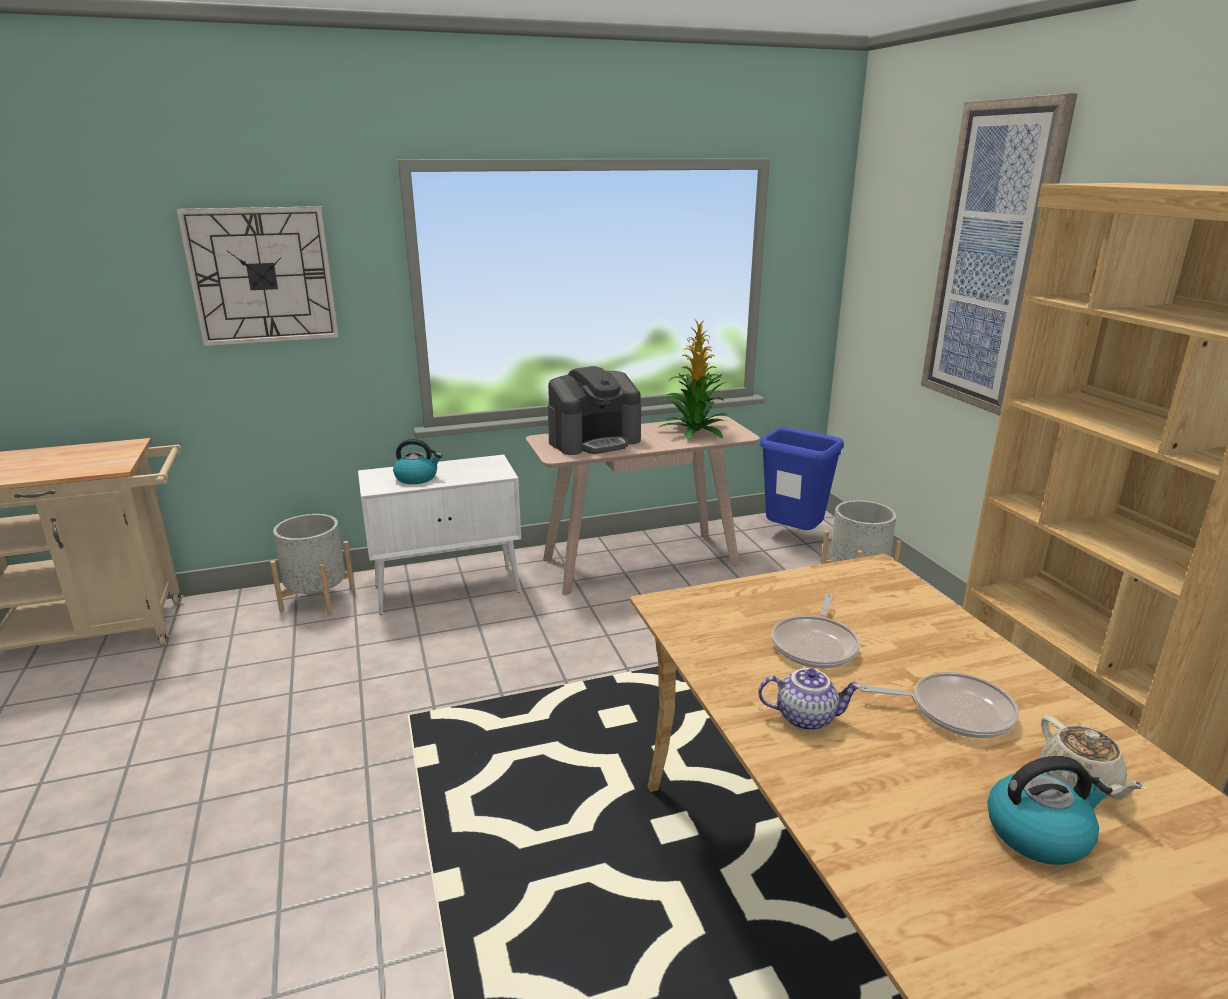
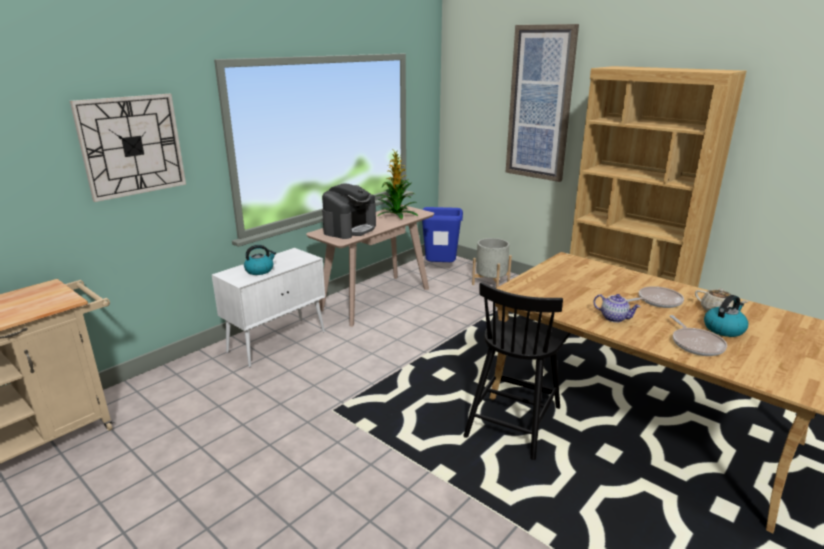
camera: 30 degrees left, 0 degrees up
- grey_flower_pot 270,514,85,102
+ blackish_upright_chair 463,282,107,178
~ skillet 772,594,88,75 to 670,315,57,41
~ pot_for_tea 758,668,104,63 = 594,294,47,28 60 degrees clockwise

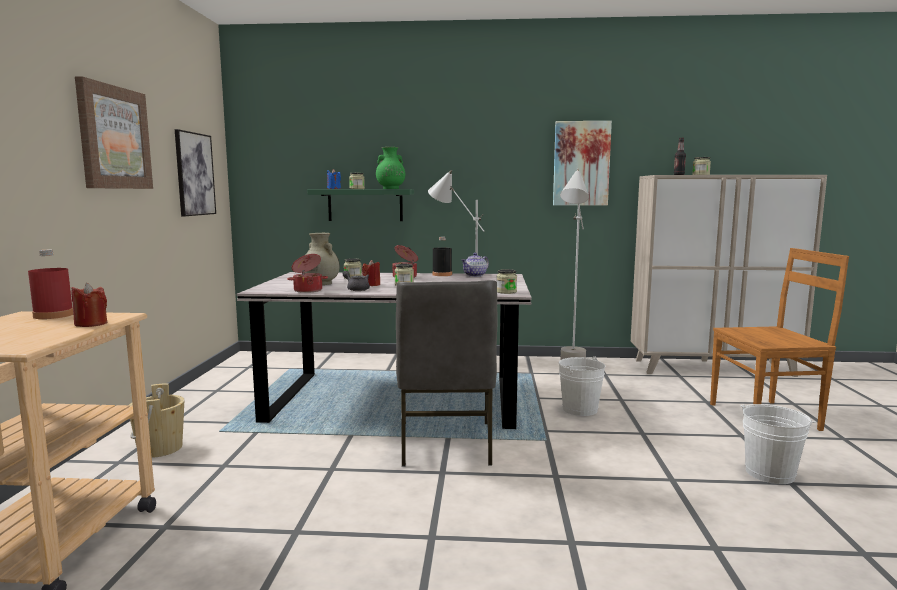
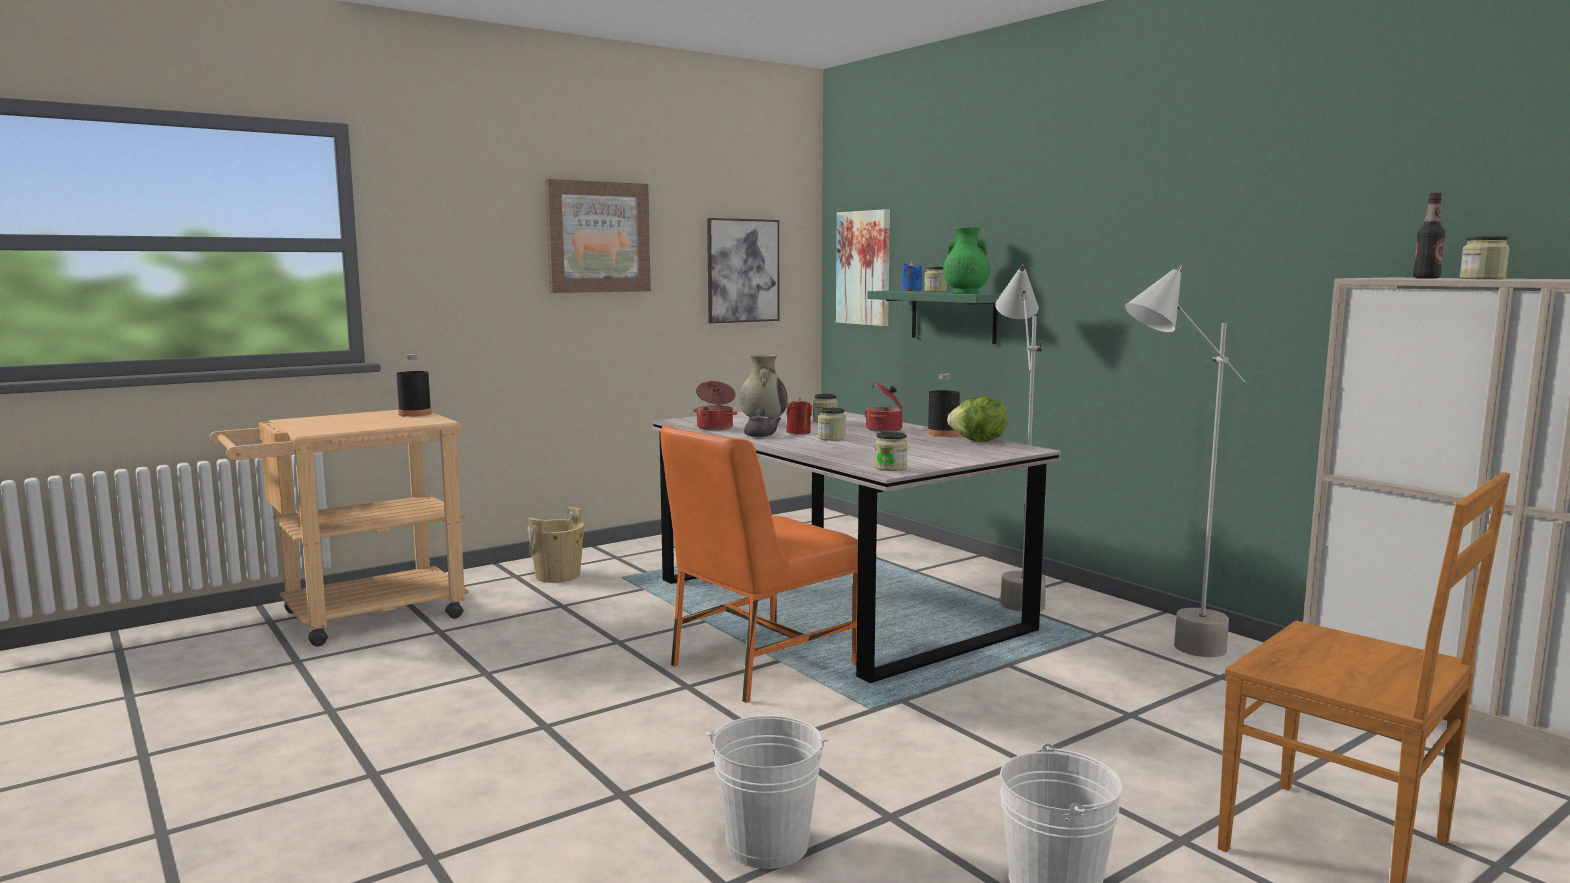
camera: 50 degrees right, 0 degrees up
- red_wax_candle 72,283,35,44
~ wall_picture 553,121,59,85 to 836,209,54,117
~ white-coloured_bucket 559,356,46,60 to 707,715,123,154
~ pot_for_tea 461,253,28,24 to lettuce 947,396,60,46
~ red_bottle 28,250,45,69 to blackish_bottle 396,354,36,63
~ grey_upright_chair 396,280,101,186 to orange-coloured_upright_chair 661,425,197,278

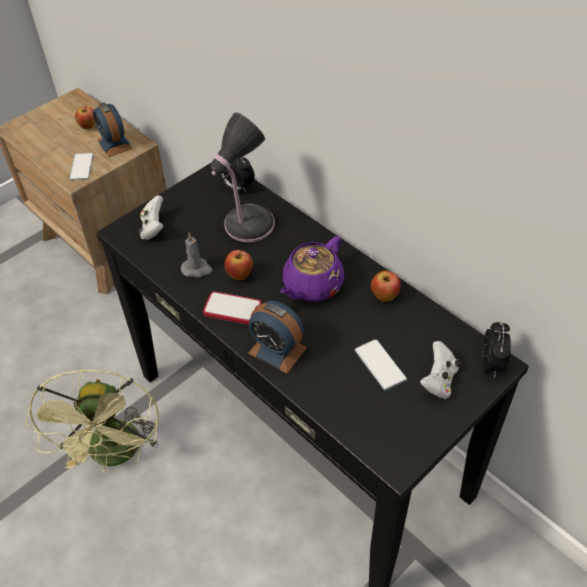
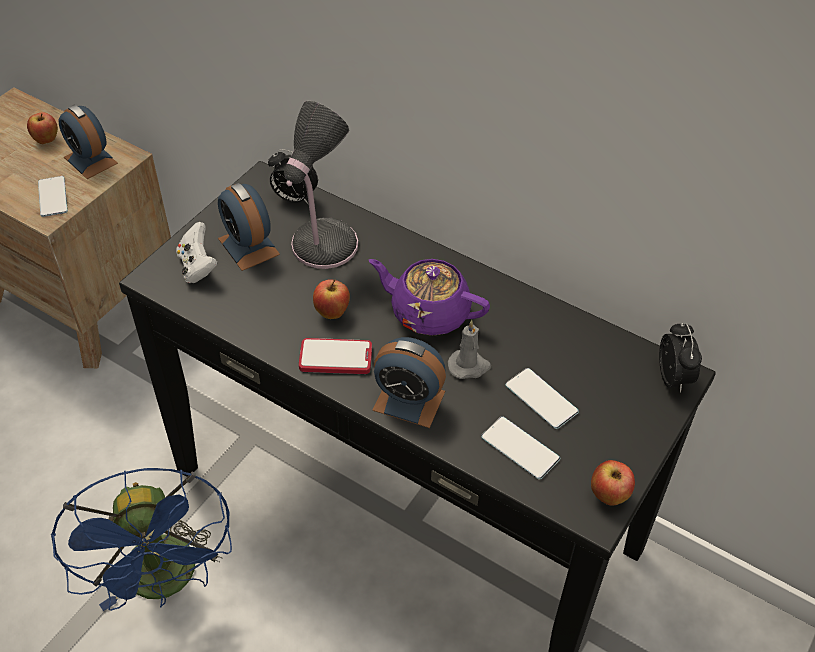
camera: 15 degrees left, 0 degrees up
- white-coloured_gamepad 420,341,41,58
+ bedside_clock 218,183,62,88
+ handset 481,416,79,64
~ grey_wax_candle 181,233,32,45 to 448,320,43,59
~ whole_apple 371,271,30,31 to 591,460,44,46
~ greenish_electric_fan 25,369,134,104 to blue-coloured_electric_fan 51,468,181,143
~ purple-coloured_pot_for_tea 280,236,64,65 = 369,259,121,77 90 degrees clockwise

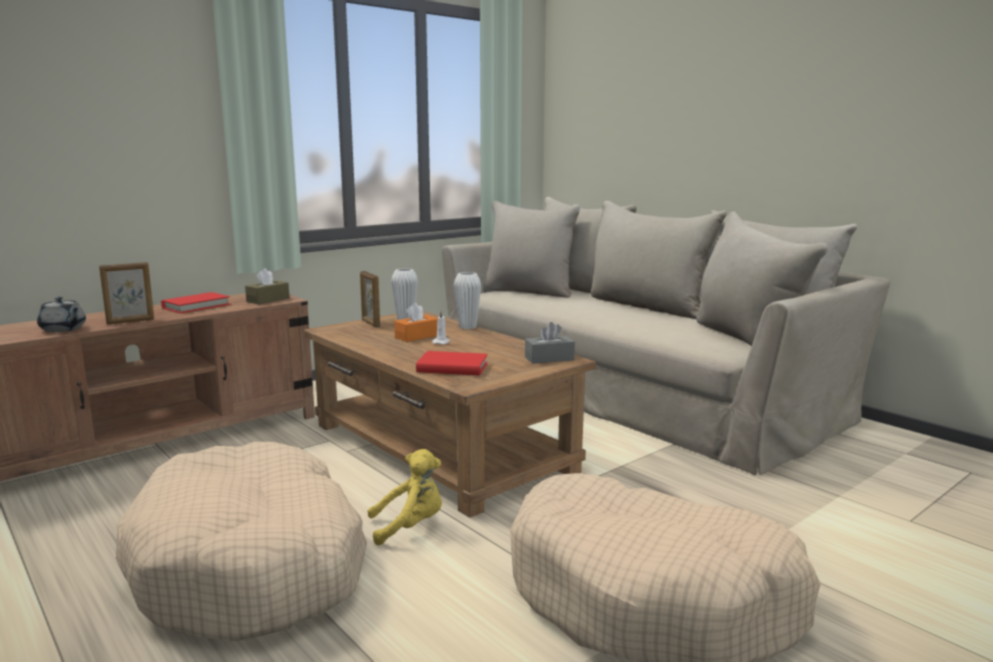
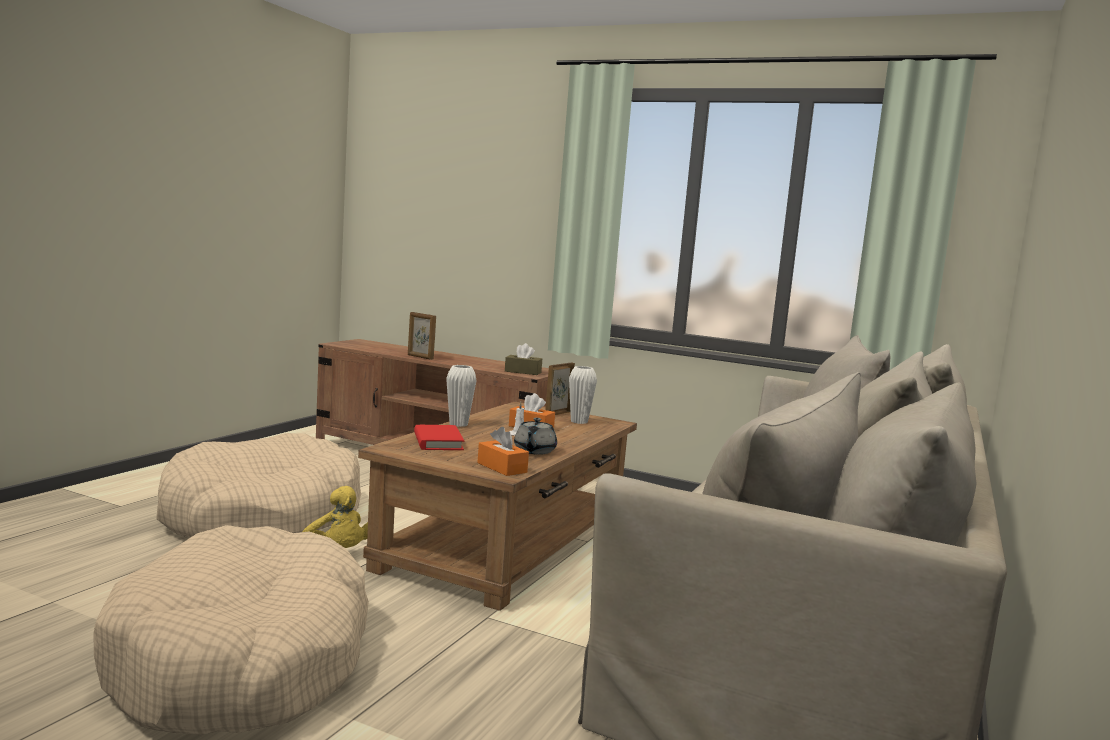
camera: 65 degrees right, 5 degrees down
- red_bound_book 161,292,69,22
~ grey_pot_for_tea 37,296,49,36 to 514,418,43,37
~ white-coloured_decorative_vase 454,272,27,57 to 446,365,31,62
~ grey_box_of_tissues 525,322,50,42 to orange-coloured_box_of_tissues 477,427,52,49

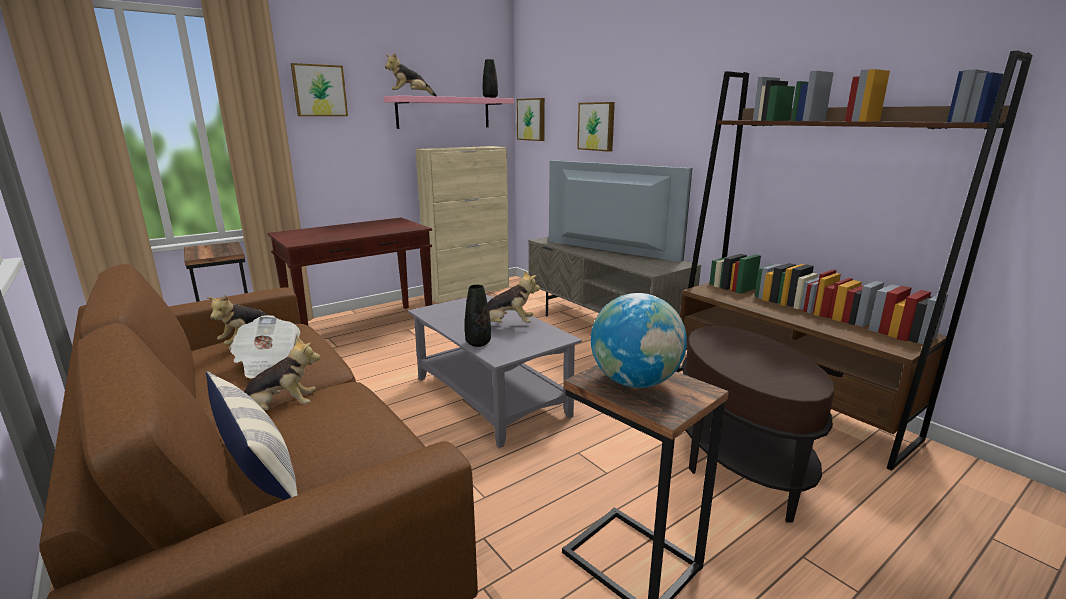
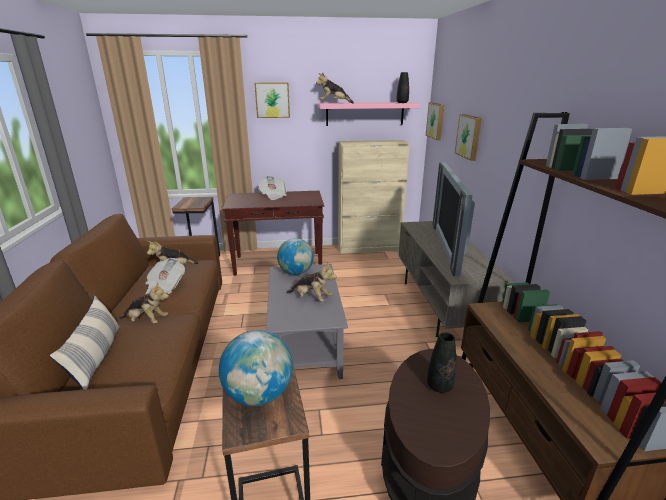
camera: 30 degrees right, 5 degrees up
+ daily_paper 258,176,29,24
+ globe 277,238,37,37
~ blackish_decorative_vase 465,285,26,62 to 427,332,29,61
~ TV_set 549,160,143,102 = 433,162,42,115 150 degrees counterclockwise

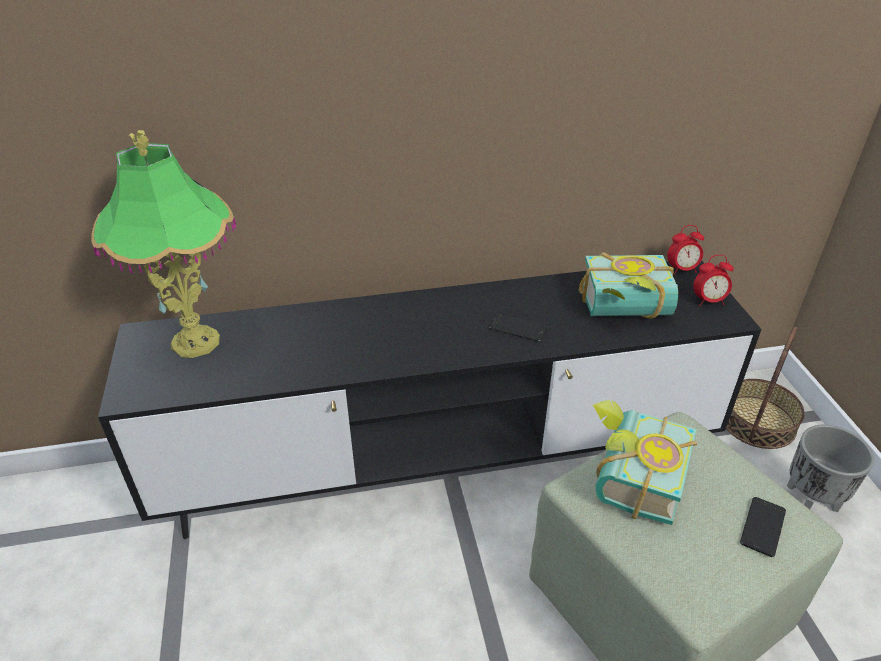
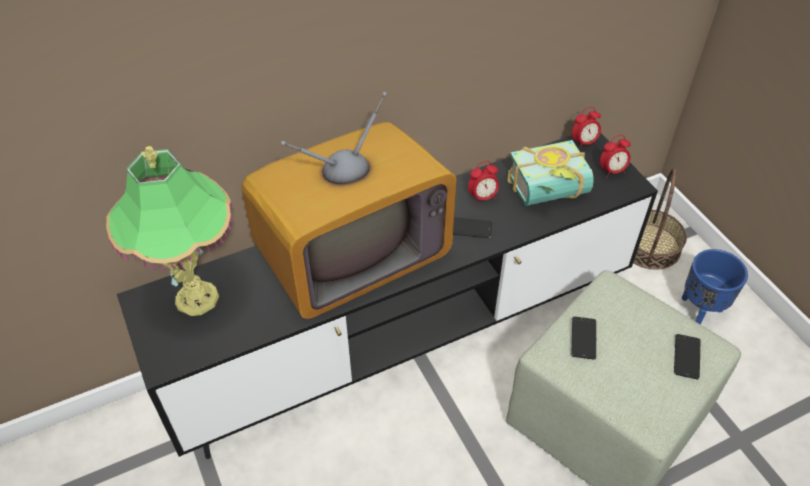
camera: 15 degrees left, 10 degrees up
+ TV_set 242,92,215,227
+ bedside_clock 468,161,31,44
~ bound_book 593,400,104,125 to handset 572,317,24,43
~ grey_flower_pot 787,425,87,87 to blue-coloured_flower_pot 681,249,67,75

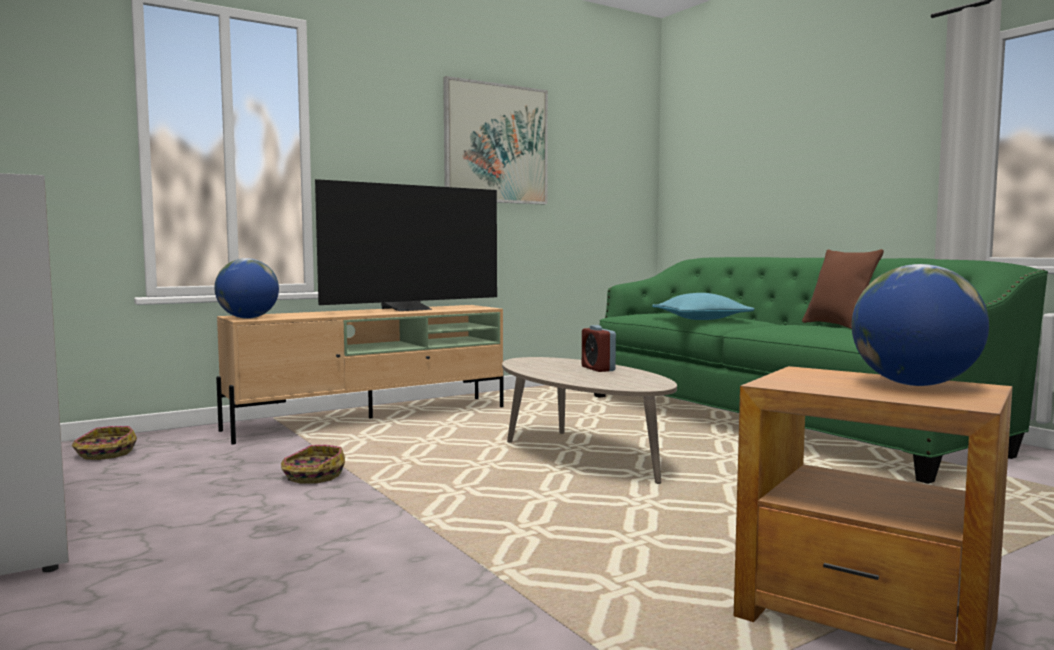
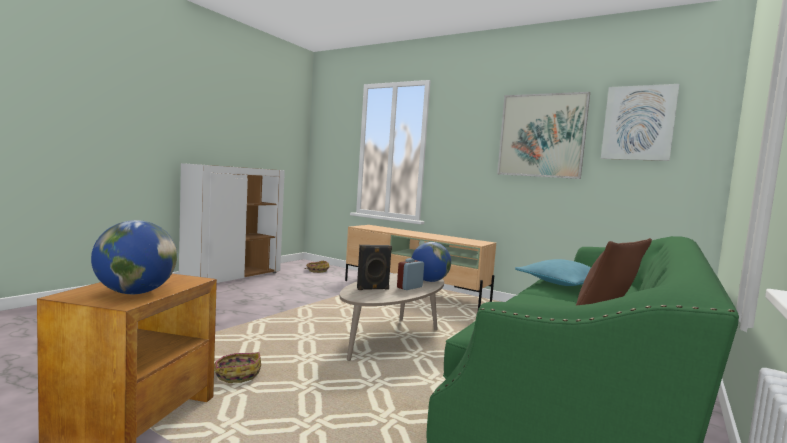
camera: 65 degrees right, 0 degrees up
- TV_set 315,179,182,132
+ blackish_loudspeaker 357,245,35,45
+ wall_picture 601,84,78,77
~ globe 215,258,64,61 to 412,242,39,40
~ basket 281,445,64,39 to 214,352,47,31

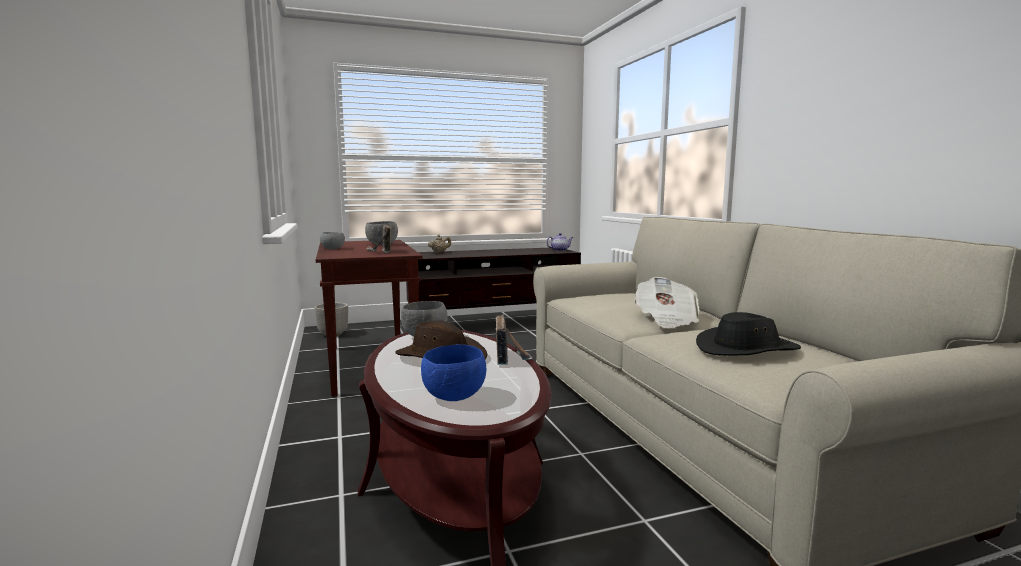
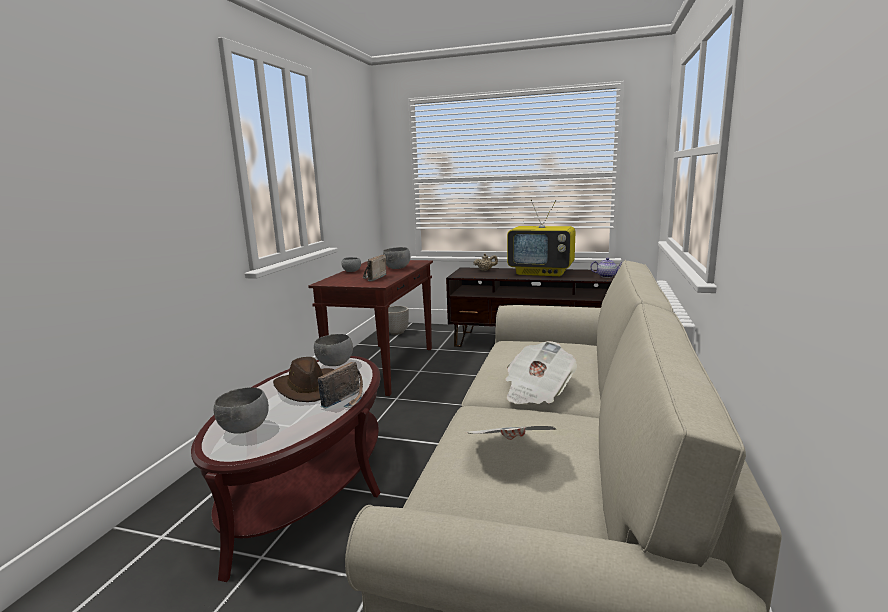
camera: 35 degrees right, 5 degrees up
+ TV_set 507,200,68,76
~ blackish_wearable_hat 696,312,105,43 to daily_paper 467,426,89,14
~ blue-coloured_deep_dish 421,345,65,56 to grey_deep_dish 213,387,56,47

